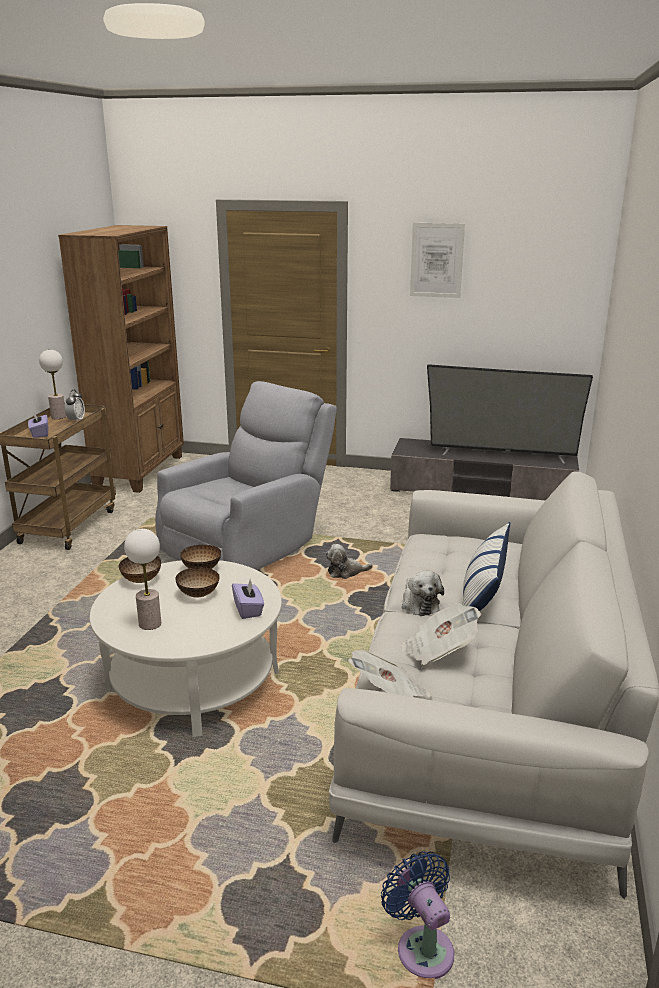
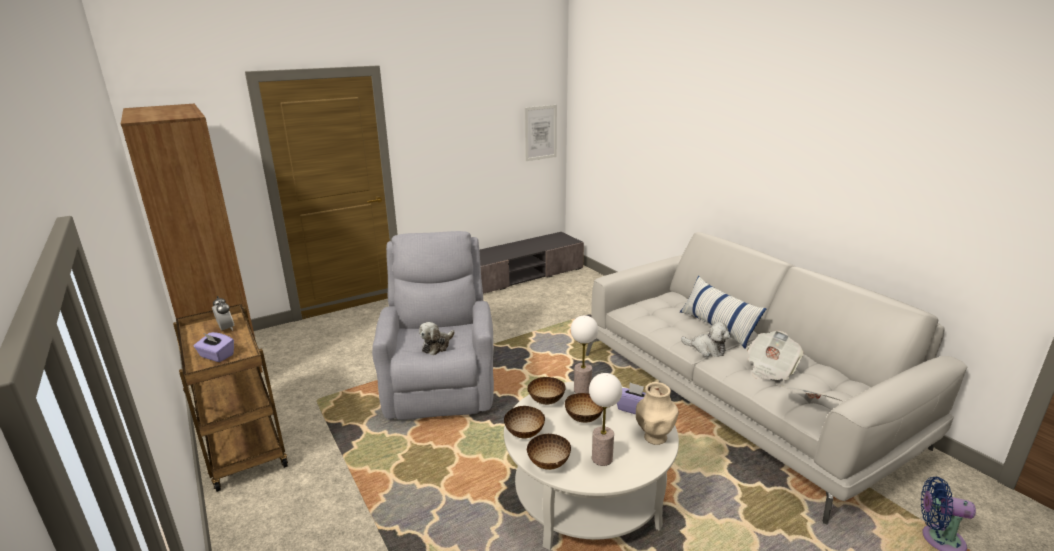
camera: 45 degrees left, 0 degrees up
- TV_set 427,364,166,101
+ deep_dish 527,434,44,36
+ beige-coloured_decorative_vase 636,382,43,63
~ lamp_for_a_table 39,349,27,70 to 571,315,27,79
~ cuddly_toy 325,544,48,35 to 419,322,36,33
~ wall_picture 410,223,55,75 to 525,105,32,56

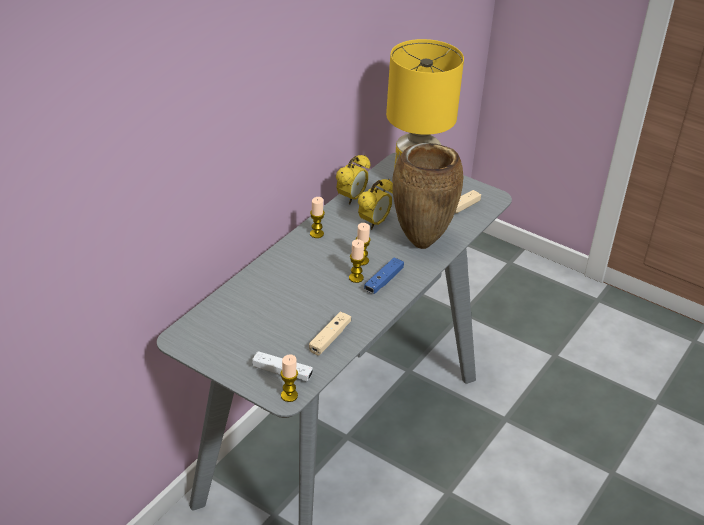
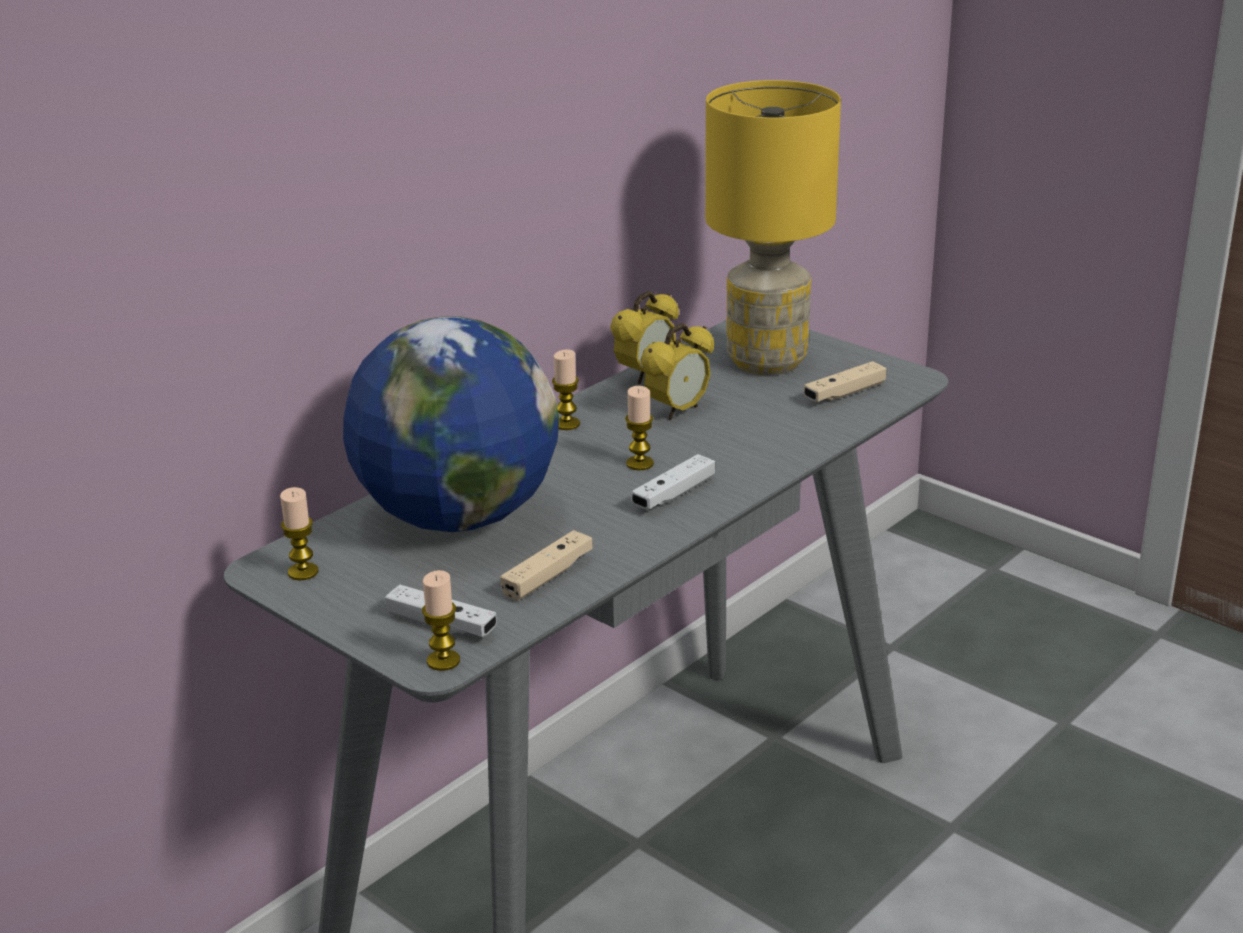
camera: 10 degrees right, 10 degrees down
- brownish_decorative_vase 392,143,72,106
+ globe 343,316,216,216
~ wax_candle 349,239,16,44 to 280,487,38,93
~ blue-coloured_gamepad 364,258,40,36 to white-coloured_gamepad 631,454,84,56

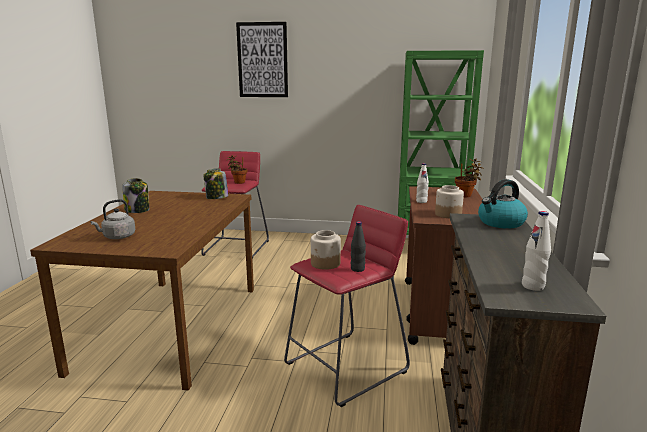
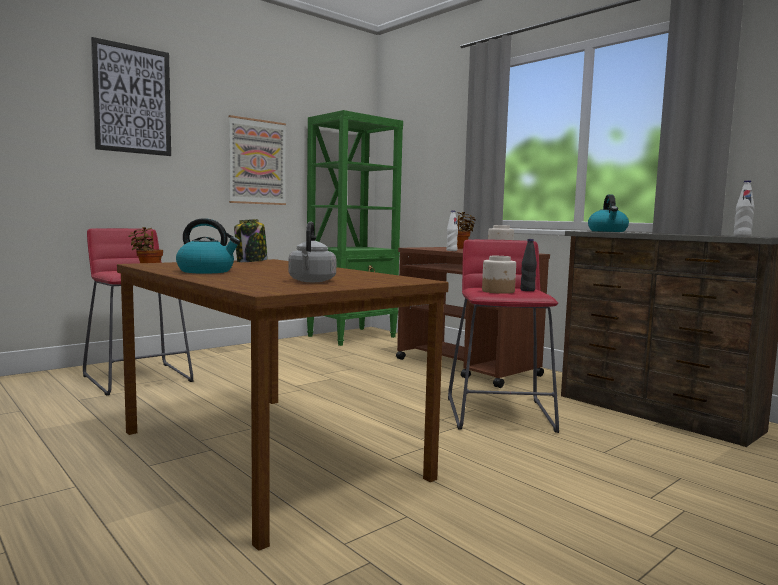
camera: 50 degrees left, 10 degrees down
+ wall_picture 229,115,57,90
~ preserve_jar 122,178,27,35 to kettle 176,218,64,55

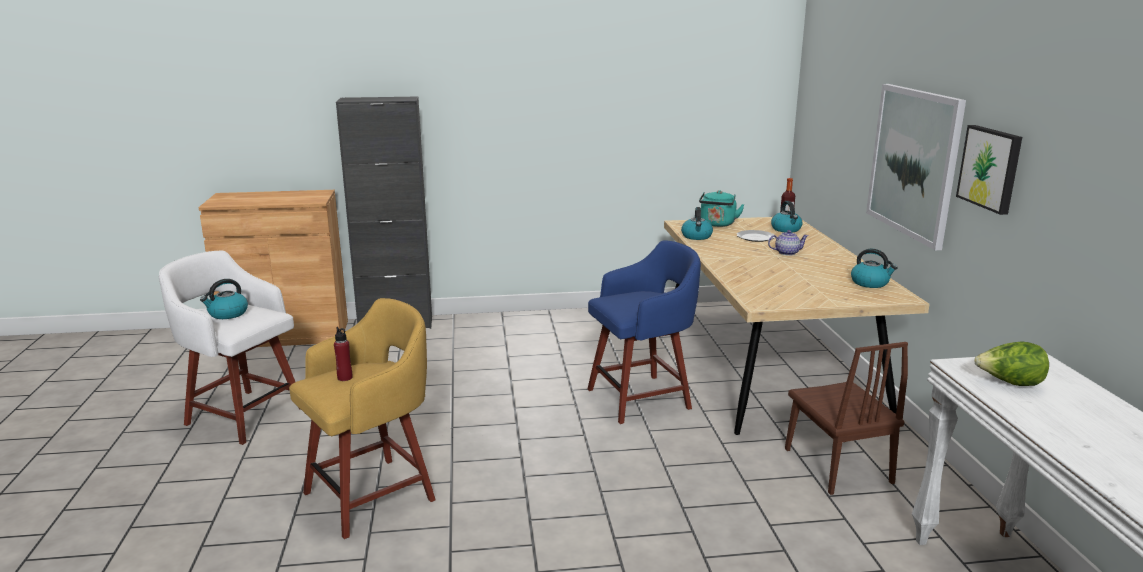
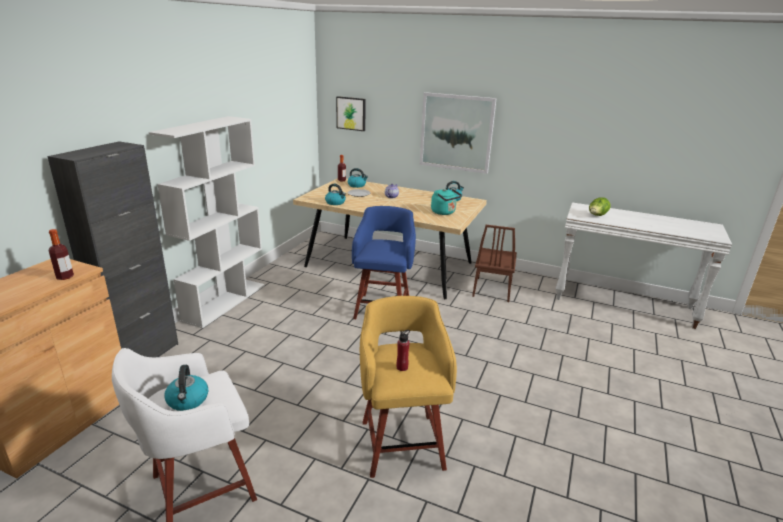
camera: 60 degrees left, 5 degrees up
+ bottle 49,229,25,51
+ white-coloured_bookshelf 149,116,116,213
~ turquoise-coloured_kettle 699,190,46,37 to 431,189,31,26
~ wall_picture 956,125,66,90 to 336,96,30,35
~ brownish_upright_chair 785,342,123,153 = 472,225,45,77 90 degrees clockwise

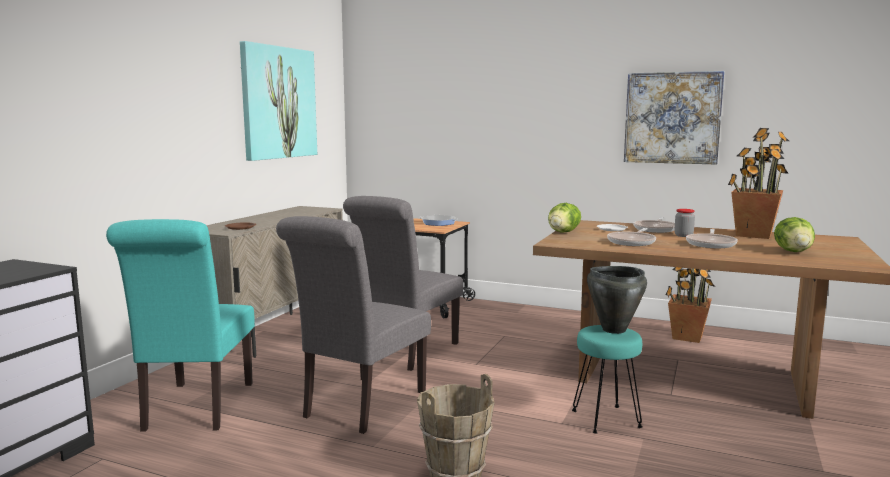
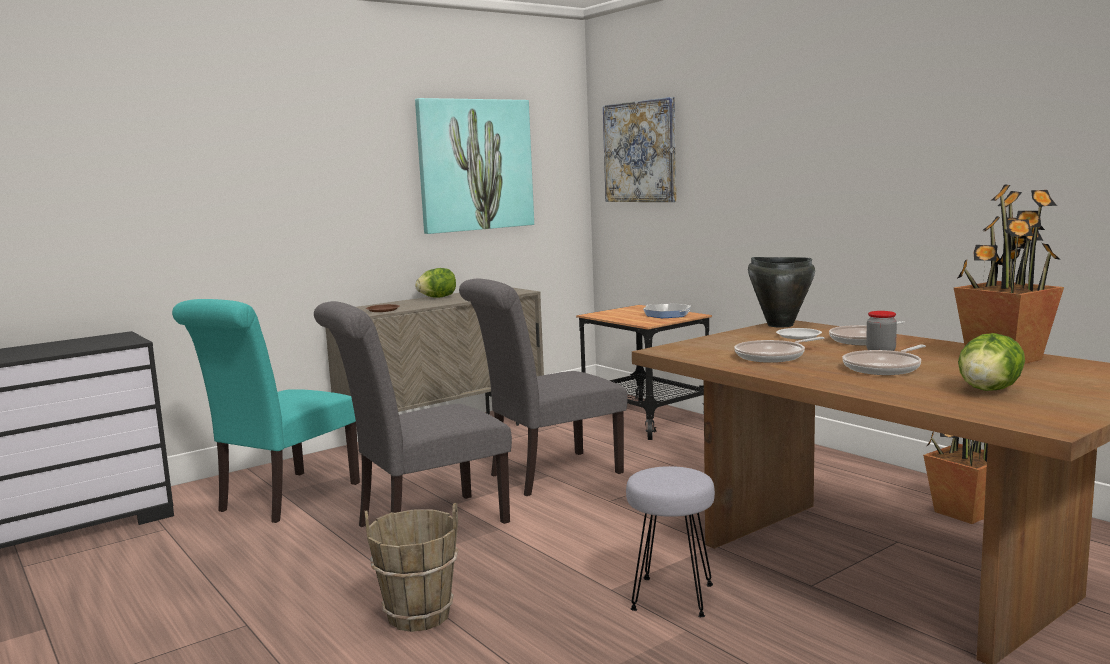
camera: 30 degrees right, 0 degrees up
~ lettuce 548,203,33,29 to 415,268,41,30
~ blackish_stockpot 587,266,60,68 to 748,257,67,70
~ wall_picture 624,71,100,94 to 603,97,73,105
~ turquoise-coloured_stool 572,325,71,109 to grey_stool 626,466,89,151

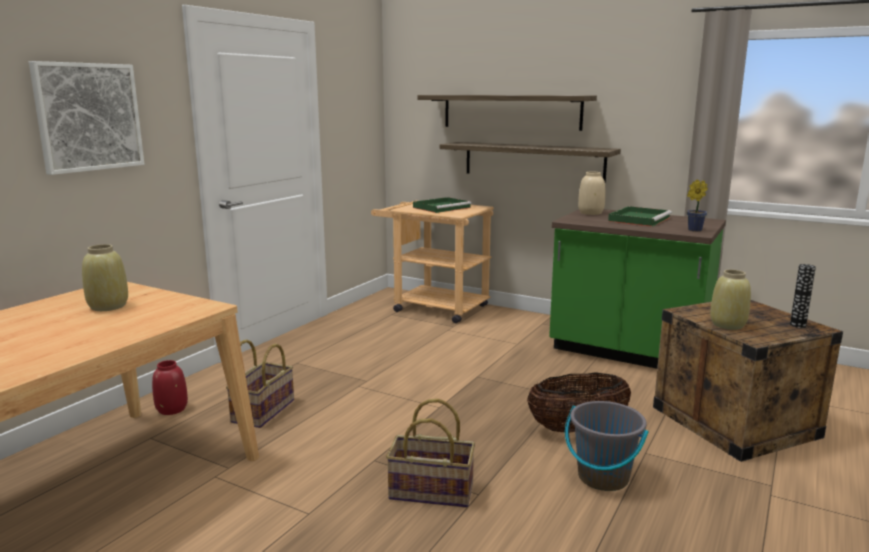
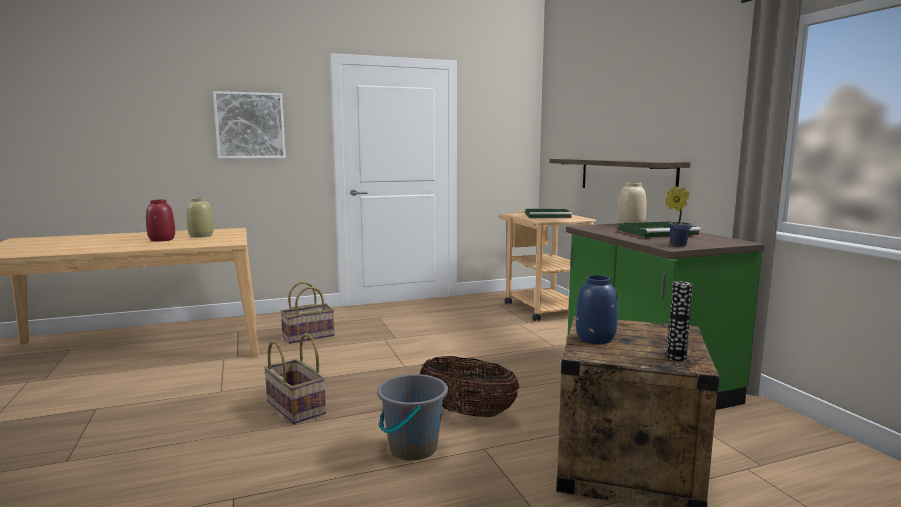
camera: 40 degrees right, 5 degrees down
- wall_shelf 417,95,180,36
~ red_decorative_vase 152,360,36,55 to 146,200,29,42
~ beige-coloured_decorative_vase 710,269,41,61 to blue-coloured_decorative_vase 576,275,42,69

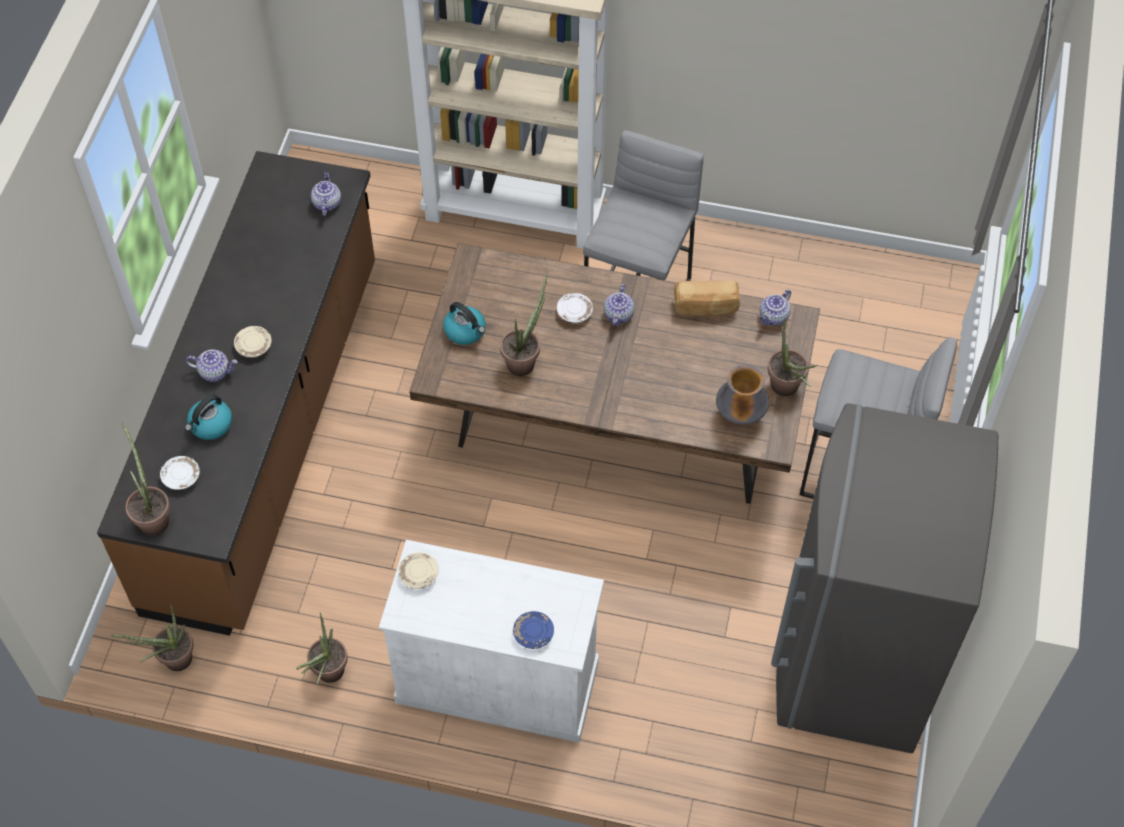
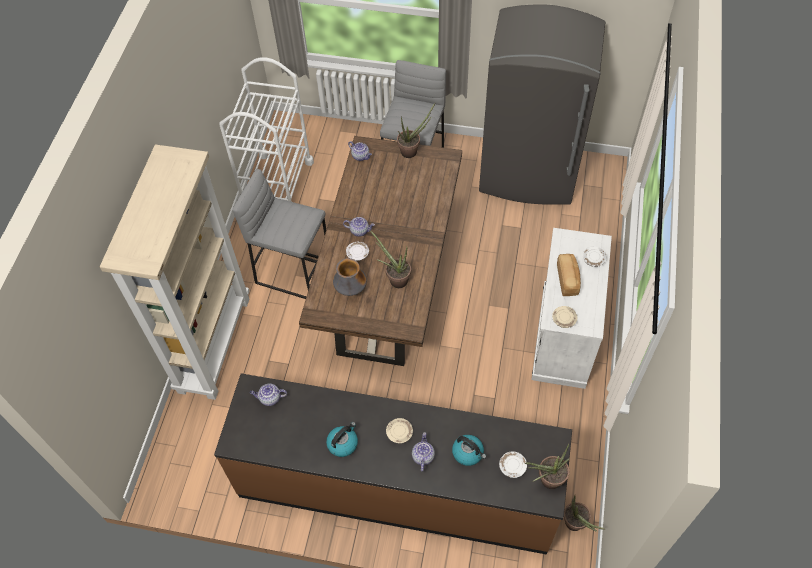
camera: 90 degrees left, 0 degrees up
- houseplant 296,613,52,72
+ white-coloured_wheeled_cart 219,57,95,145
~ kettle 443,302,43,43 to 326,422,32,35
~ bakery_bread 674,281,66,35 to 557,254,24,42
~ decorative_vase 716,365,53,60 to 333,258,34,38
~ blue-coloured_dinner_plate 513,611,41,38 to white-coloured_dinner_plate 583,246,24,21

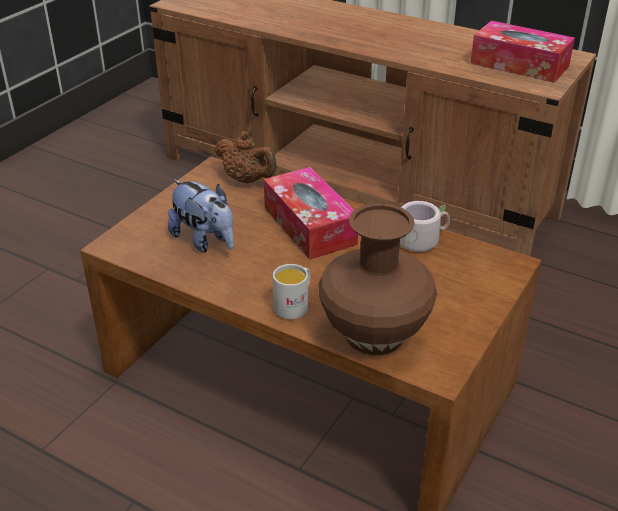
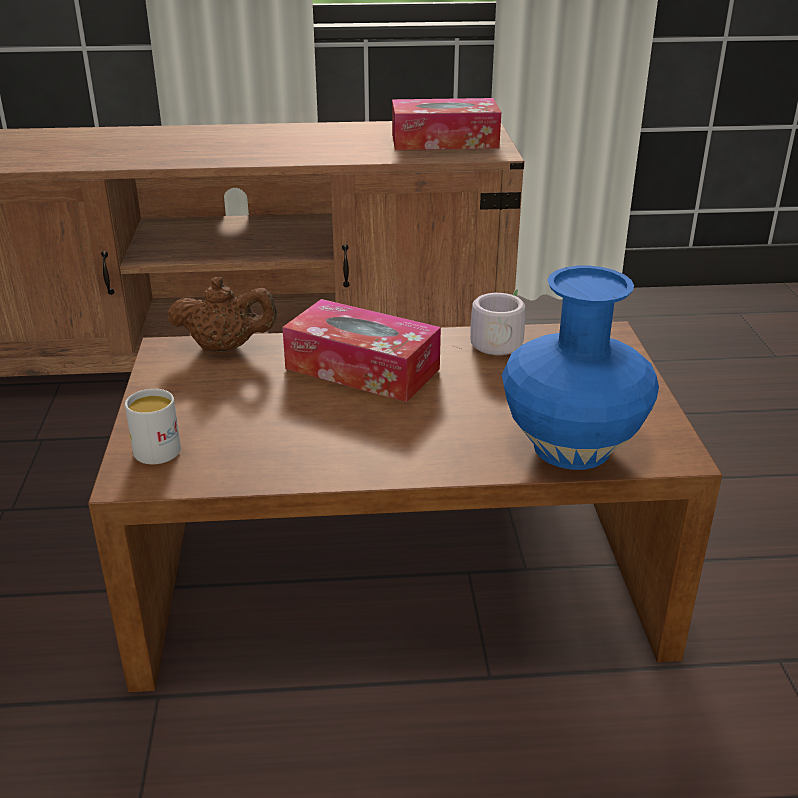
camera: 35 degrees left, 5 degrees down
- cuddly_toy 168,179,66,74
~ white-coloured_coffee_mug 273,264,37,55 to 125,389,56,75
~ brownish_decorative_vase 318,203,119,152 to blue-coloured_decorative_vase 502,266,157,204

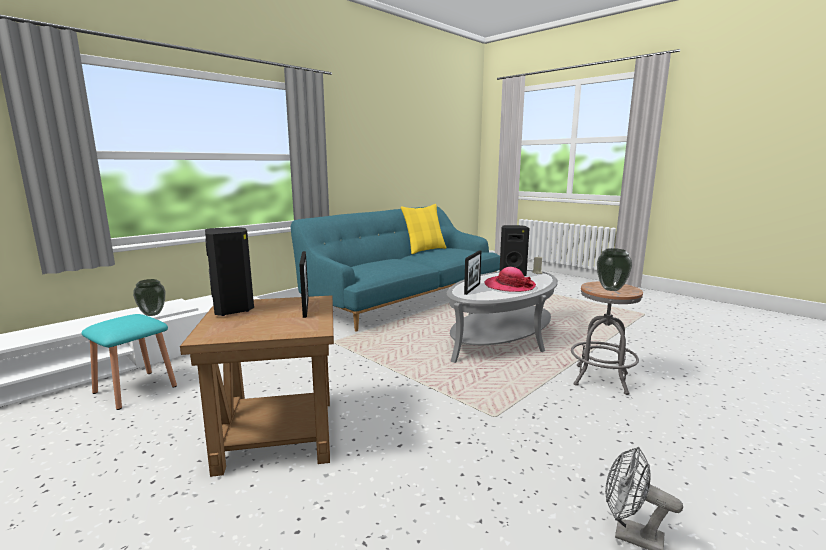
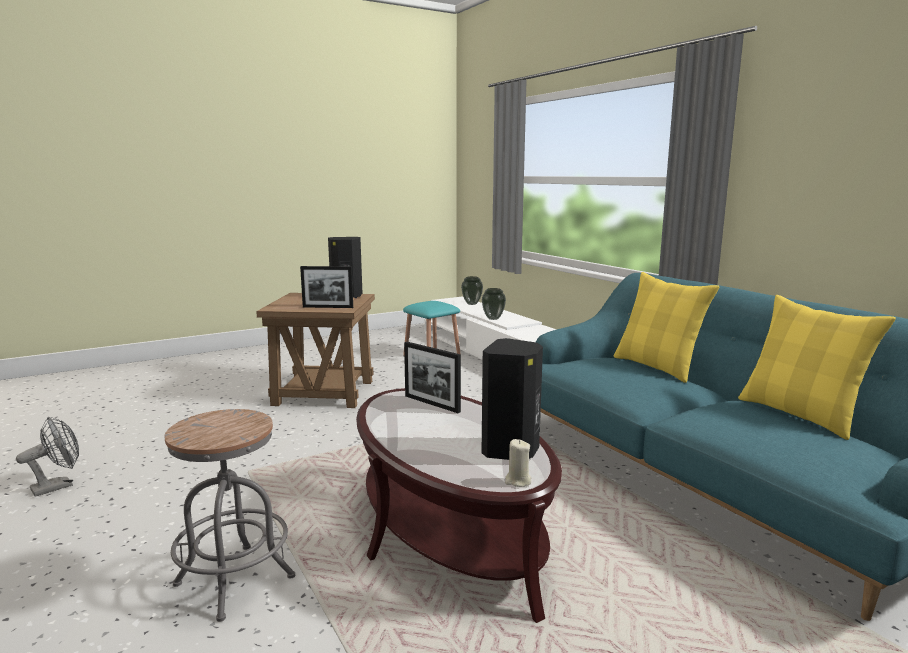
camera: 105 degrees right, 0 degrees up
- wearable_hat 485,267,51,25
+ yellowish_throw_pillow 614,272,105,111
~ decorative_vase 597,248,35,43 to 461,276,22,29
~ grey_coffee_table 447,270,111,93 to brownish_coffee_table 356,388,206,235

